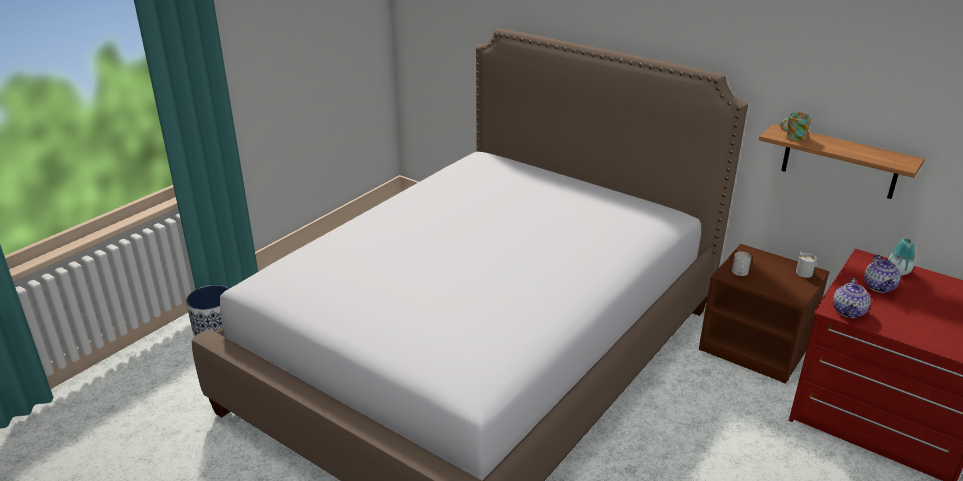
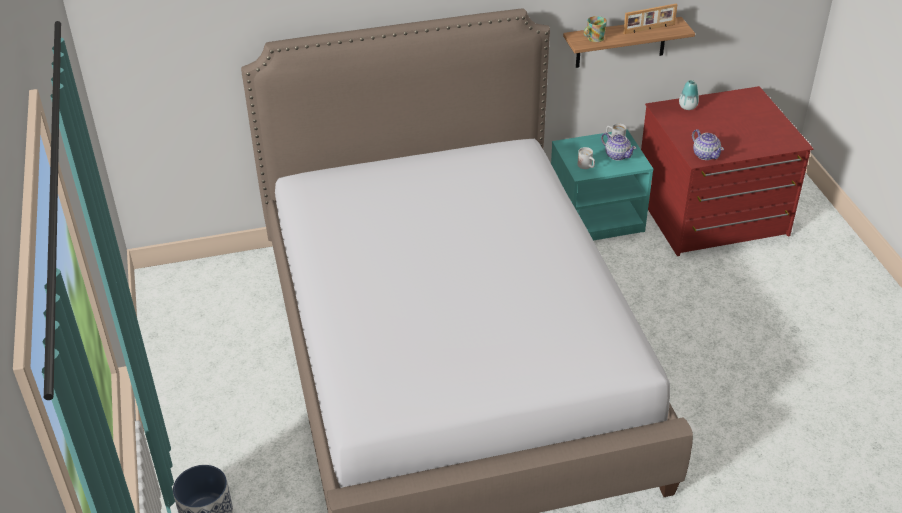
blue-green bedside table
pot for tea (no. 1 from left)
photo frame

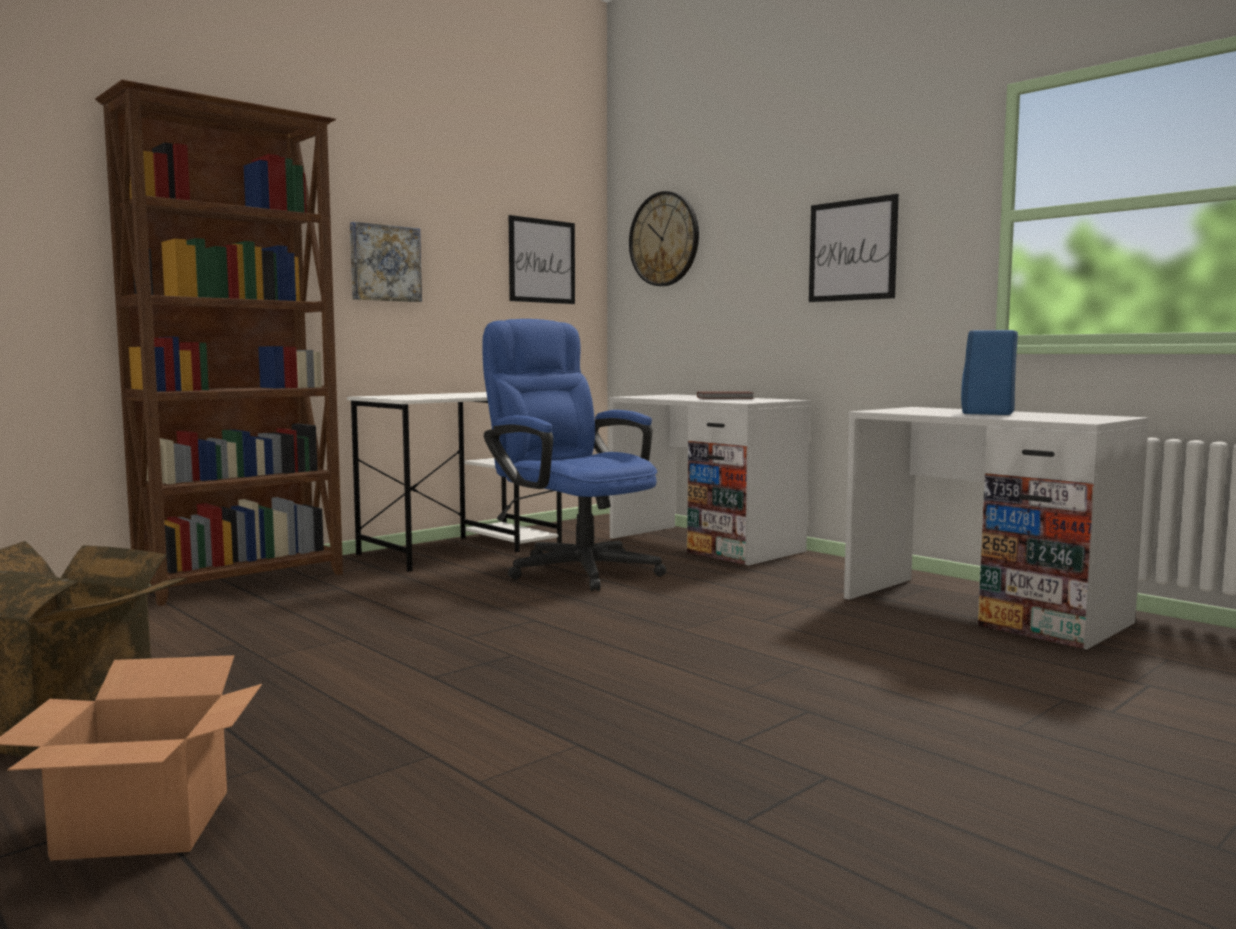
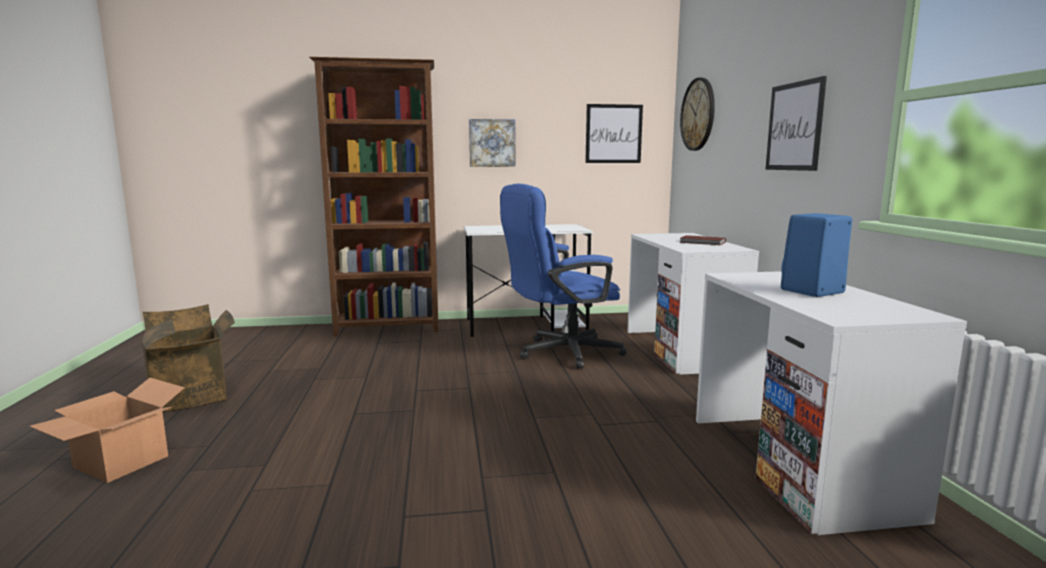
blue-coloured office chair

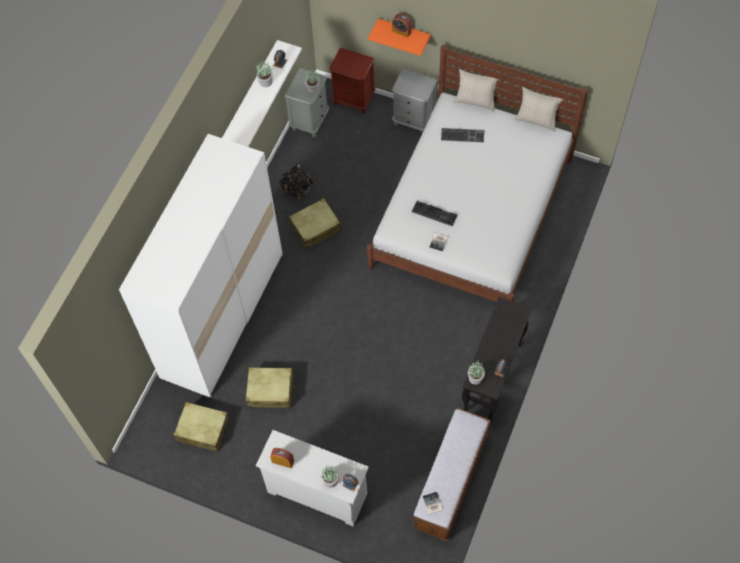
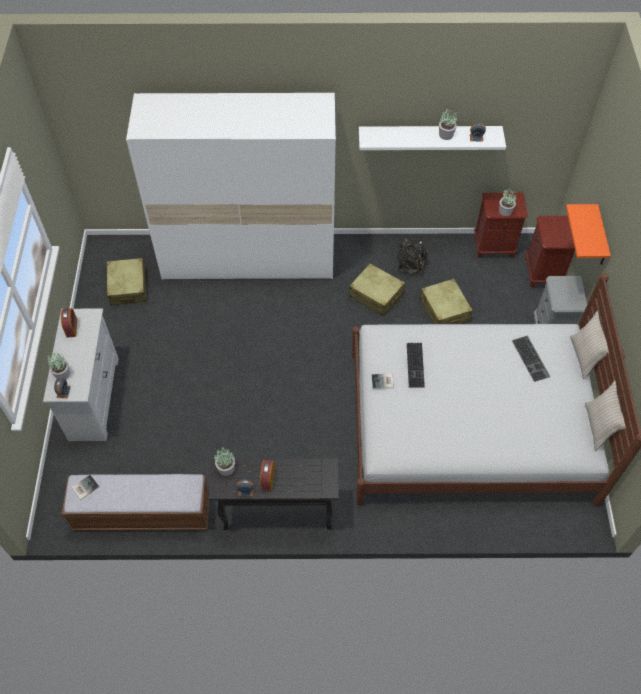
table clock (no. 4 from left)
beige-coloured travel case (no. 3 from left)
brownish bedside table (no. 1 from left)

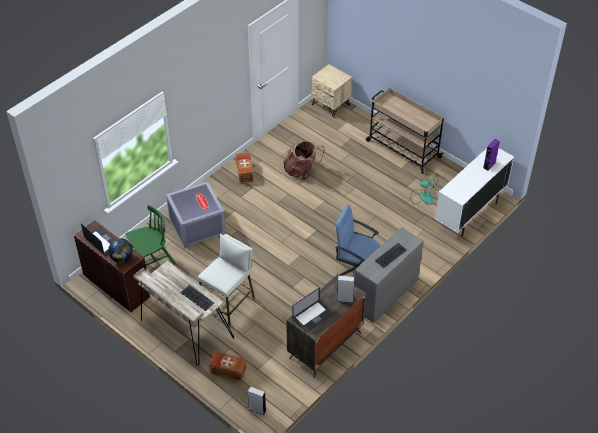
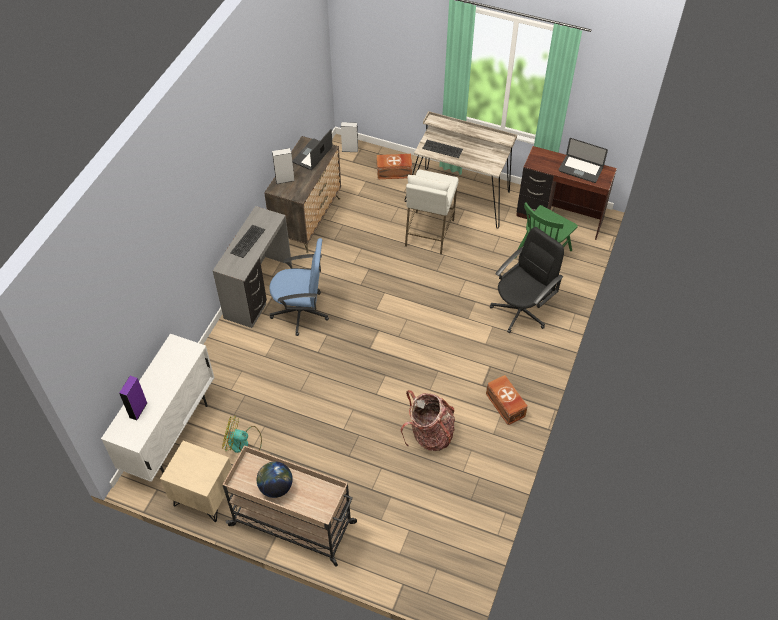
beige-coloured bedside table
globe
black-coloured office chair

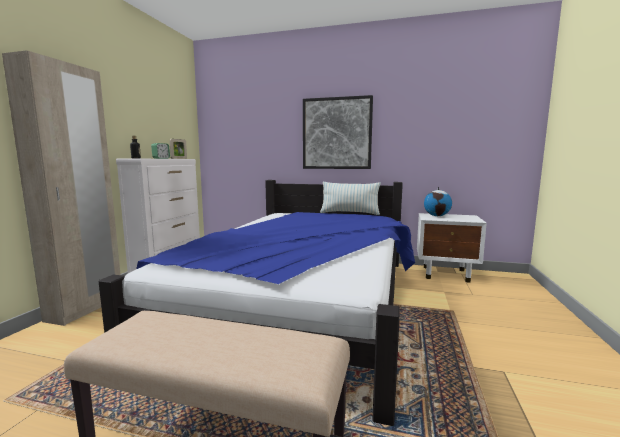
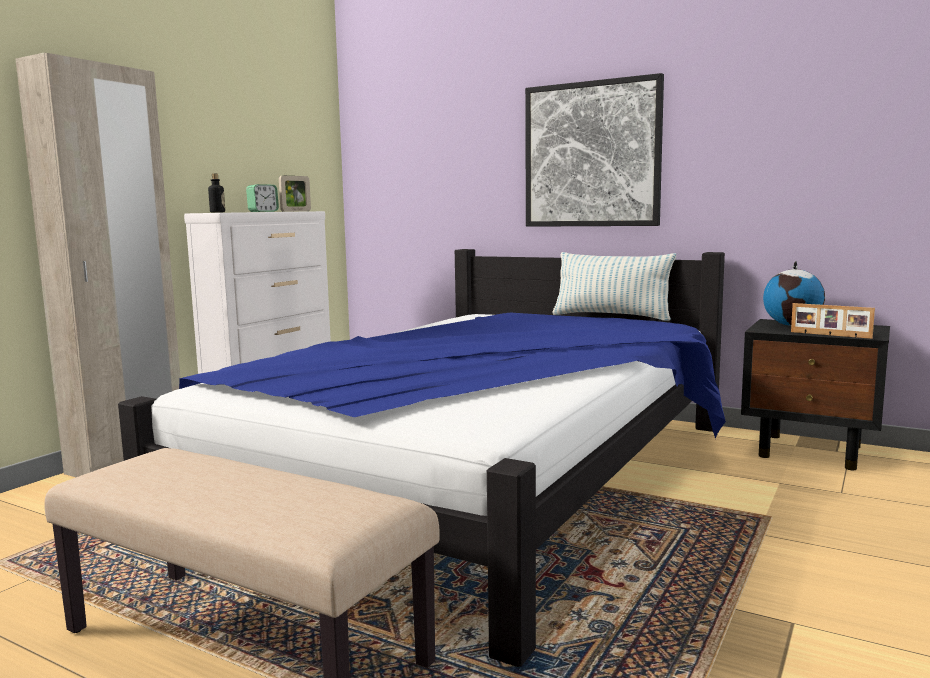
black-coloured bedside table
photo frame (no. 2 from left)

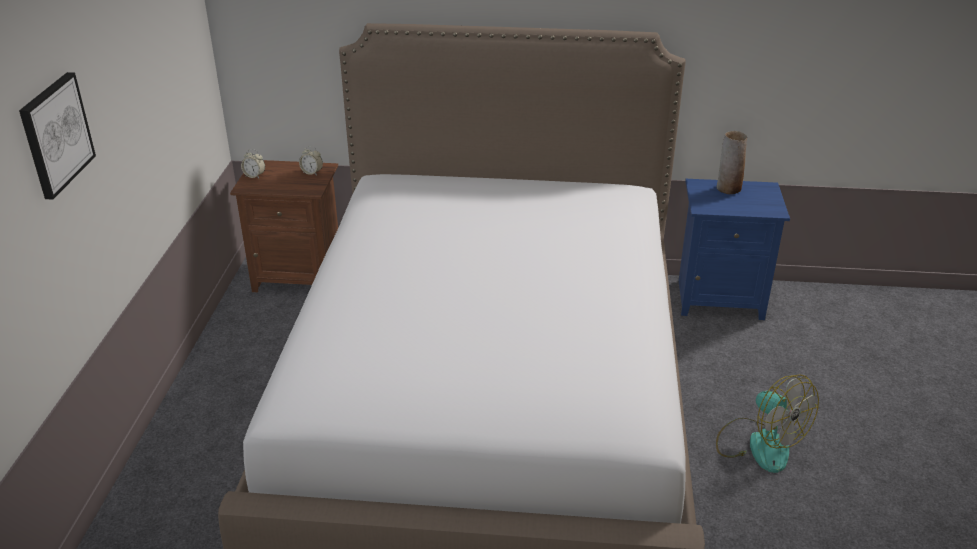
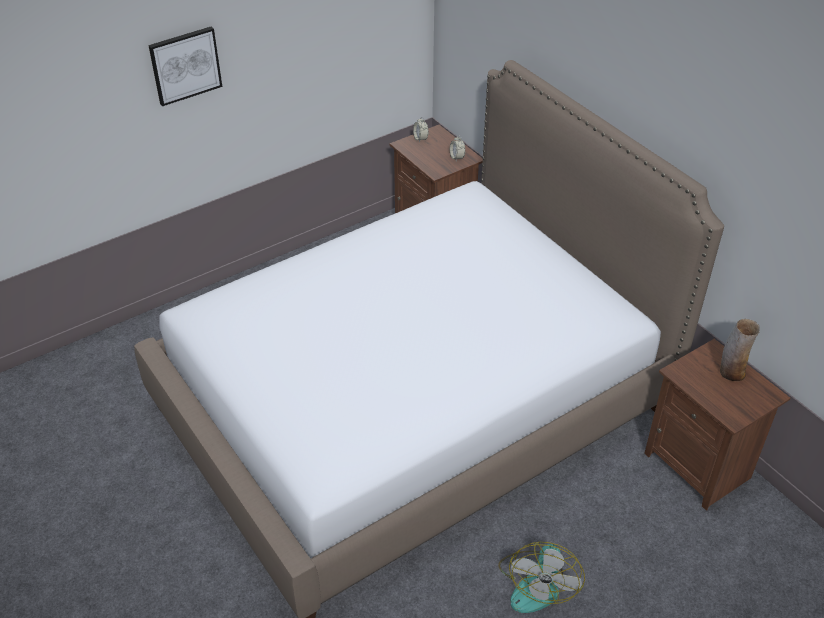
brownish bedside table (no. 2 from left)

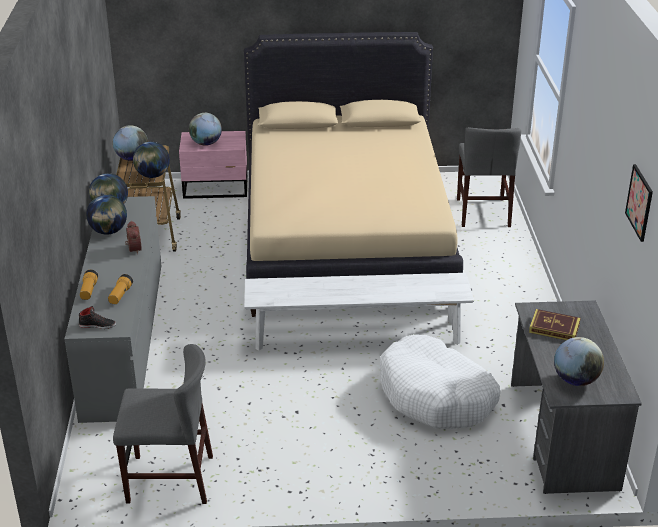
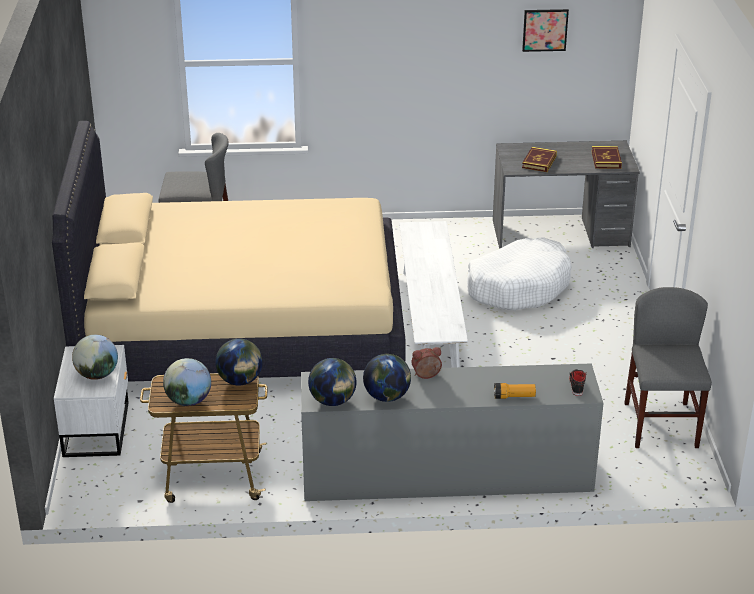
white-coloured bedside table
volume (no. 2 from left)
torch (no. 2 from left in the first image)

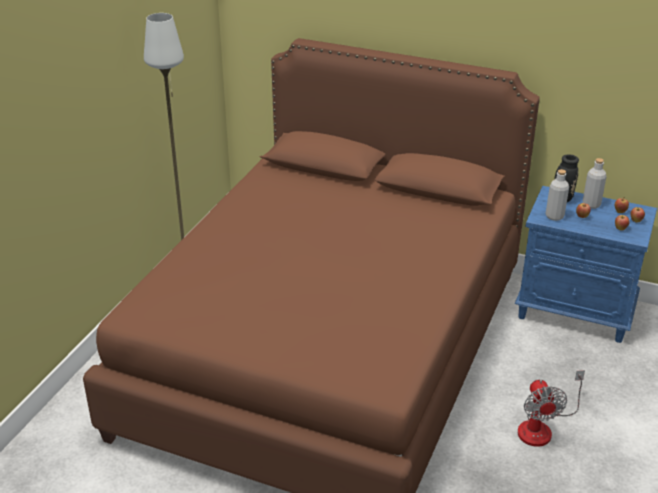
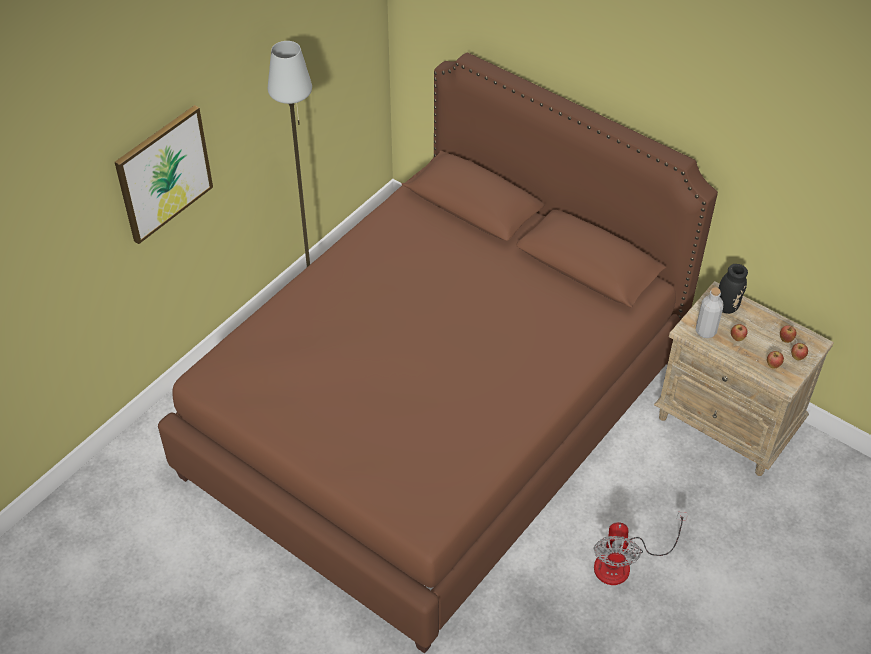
wall art
beige-coloured bedside table
greyish drink bottle (no. 2 from left in the first image)

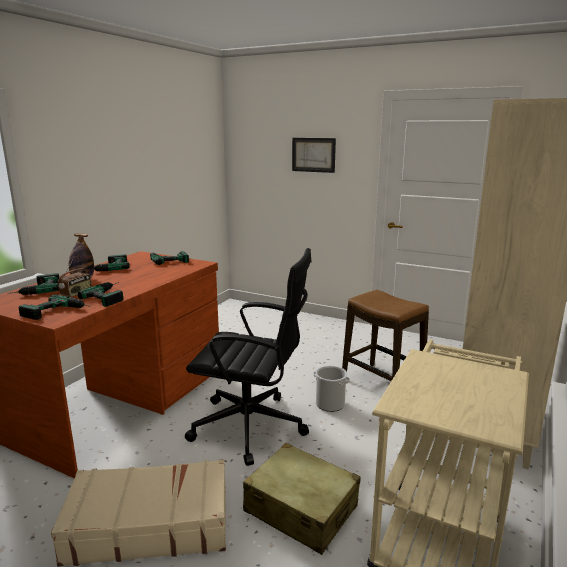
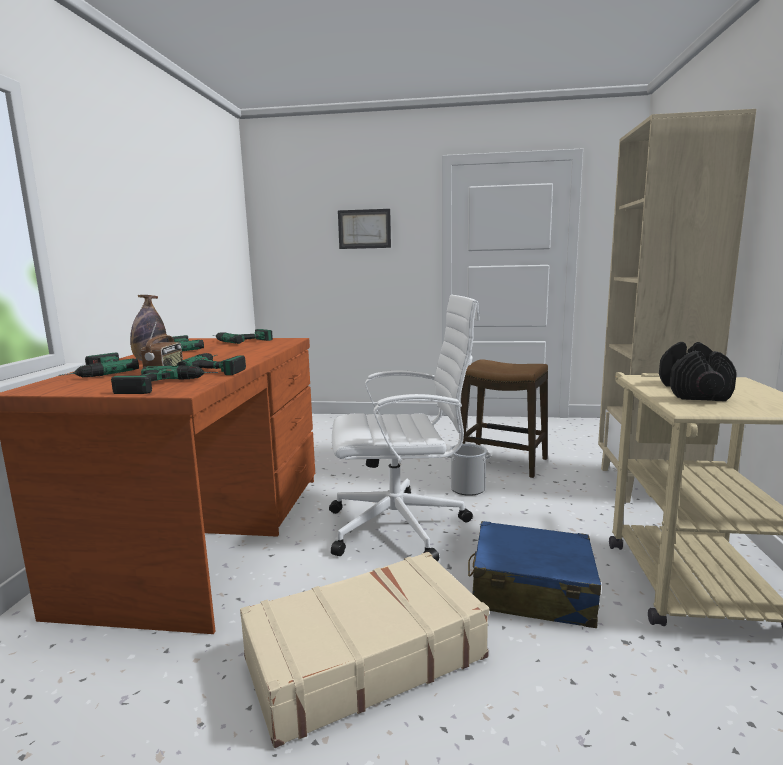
white-coloured office chair
blue-coloured travel case
black-coloured hand weight

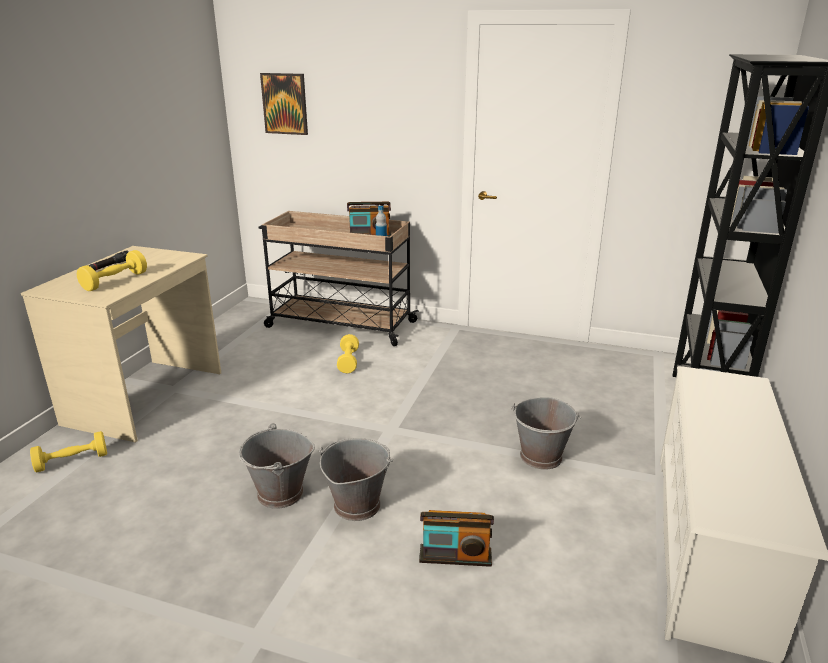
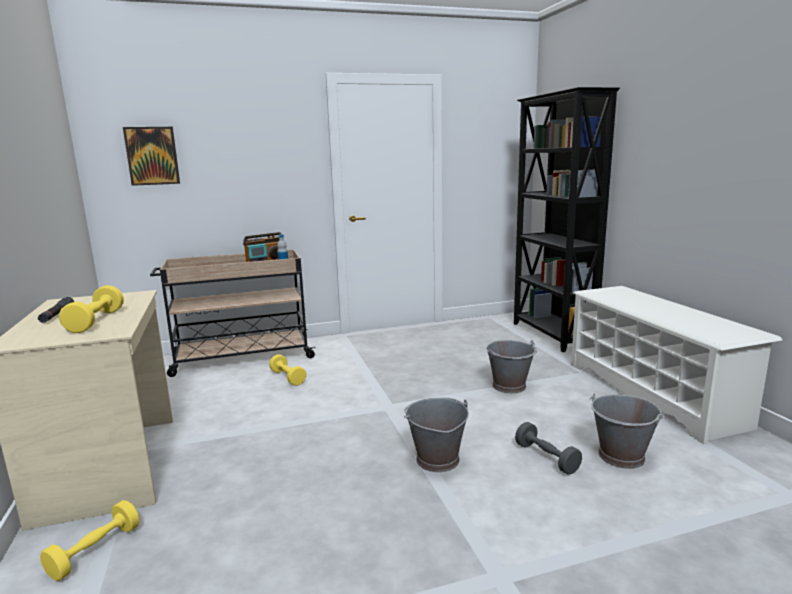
greyish hand weight
greyish water bucket (no. 3 from left)

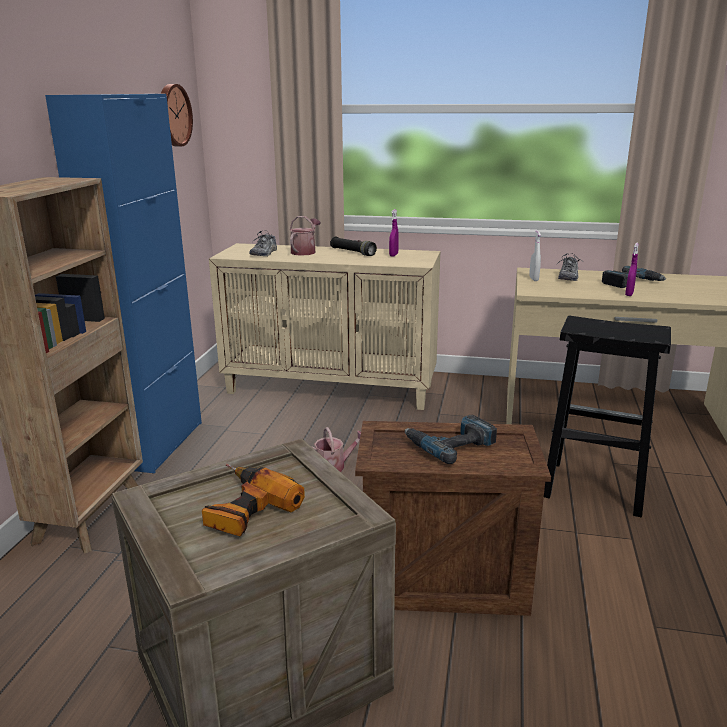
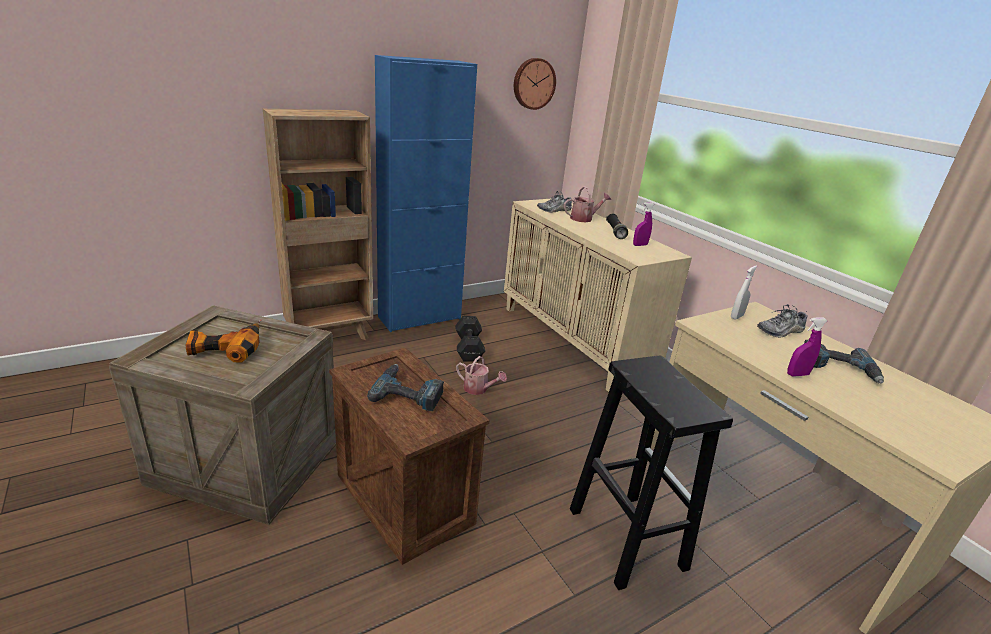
black-coloured hand weight

